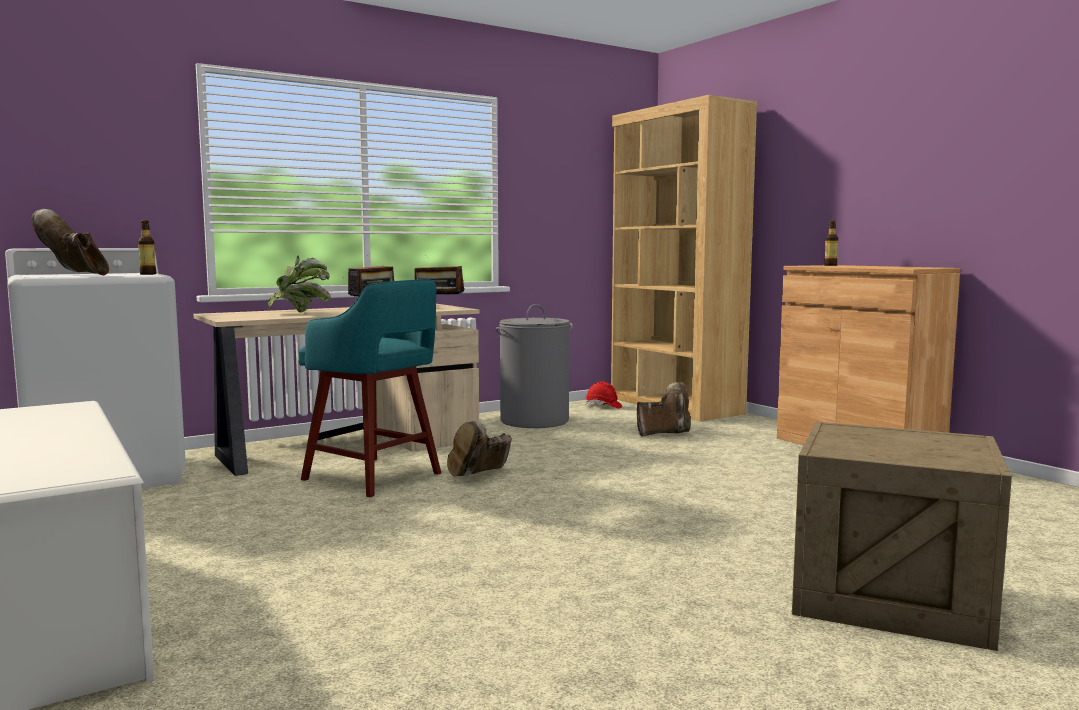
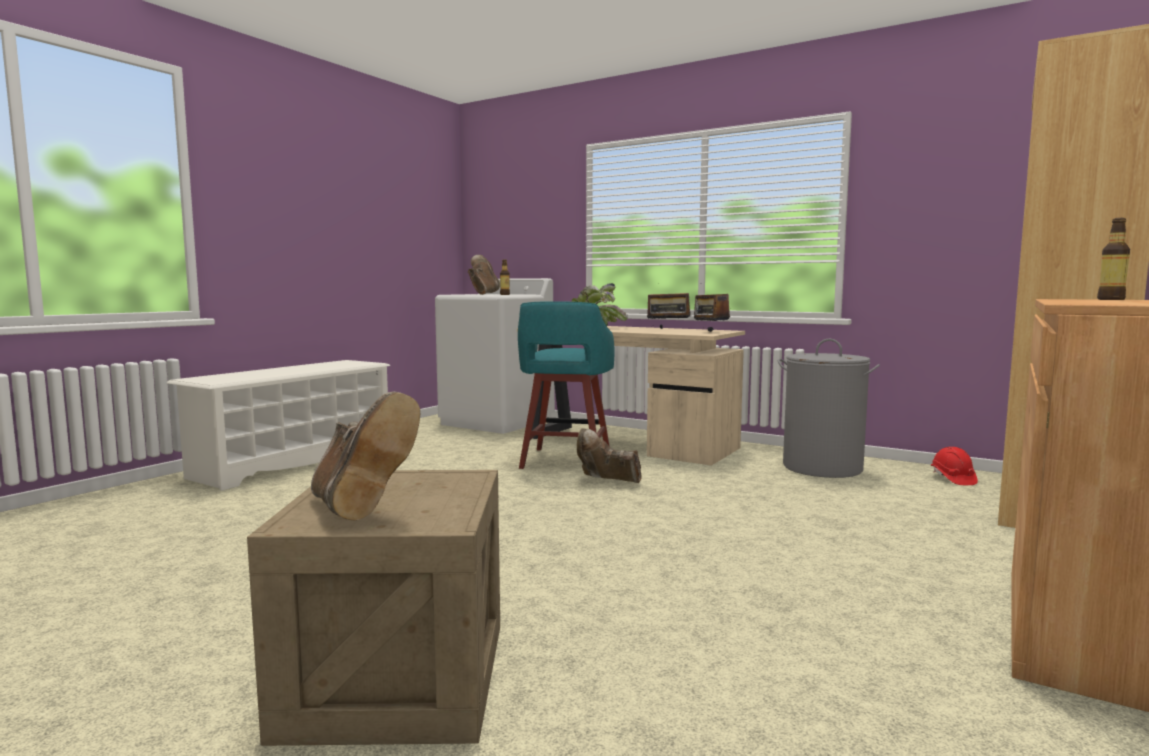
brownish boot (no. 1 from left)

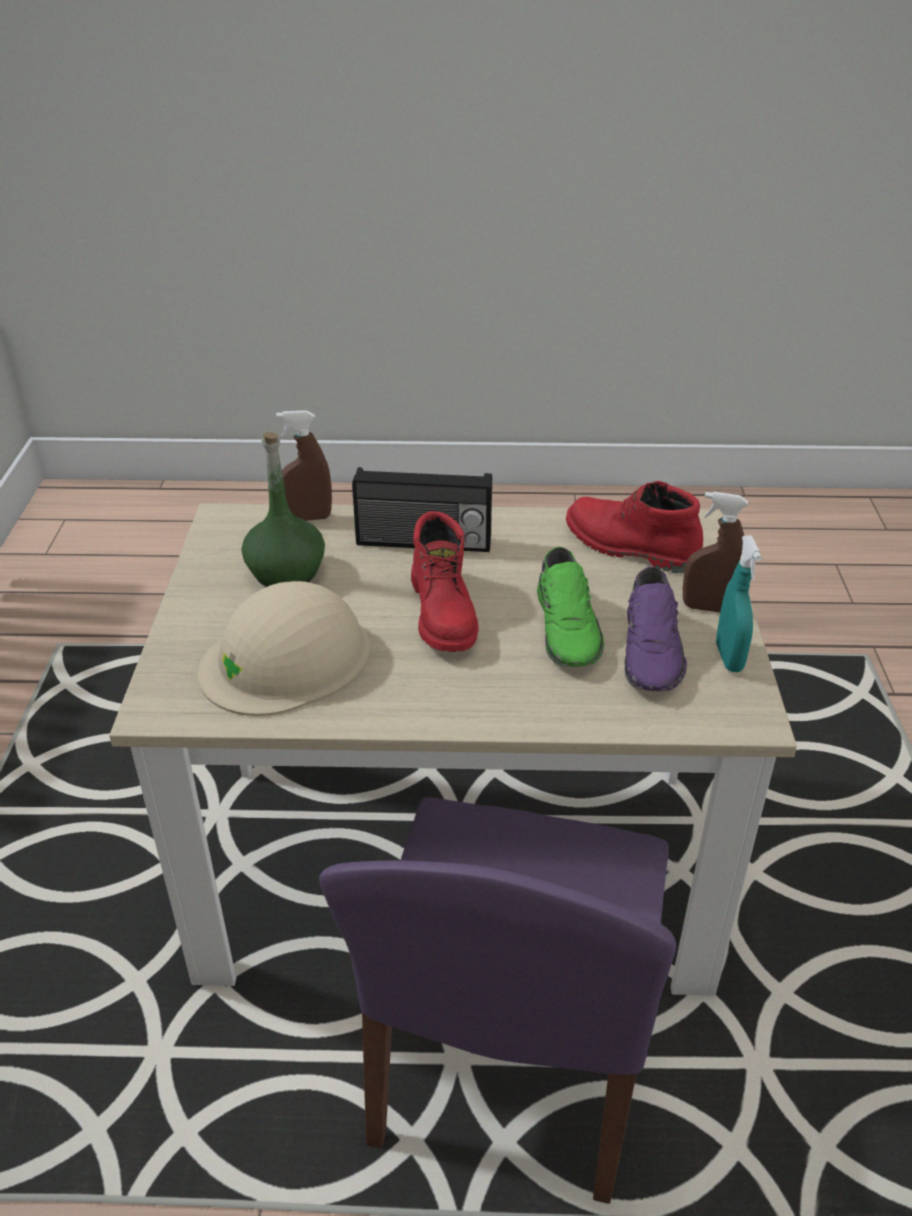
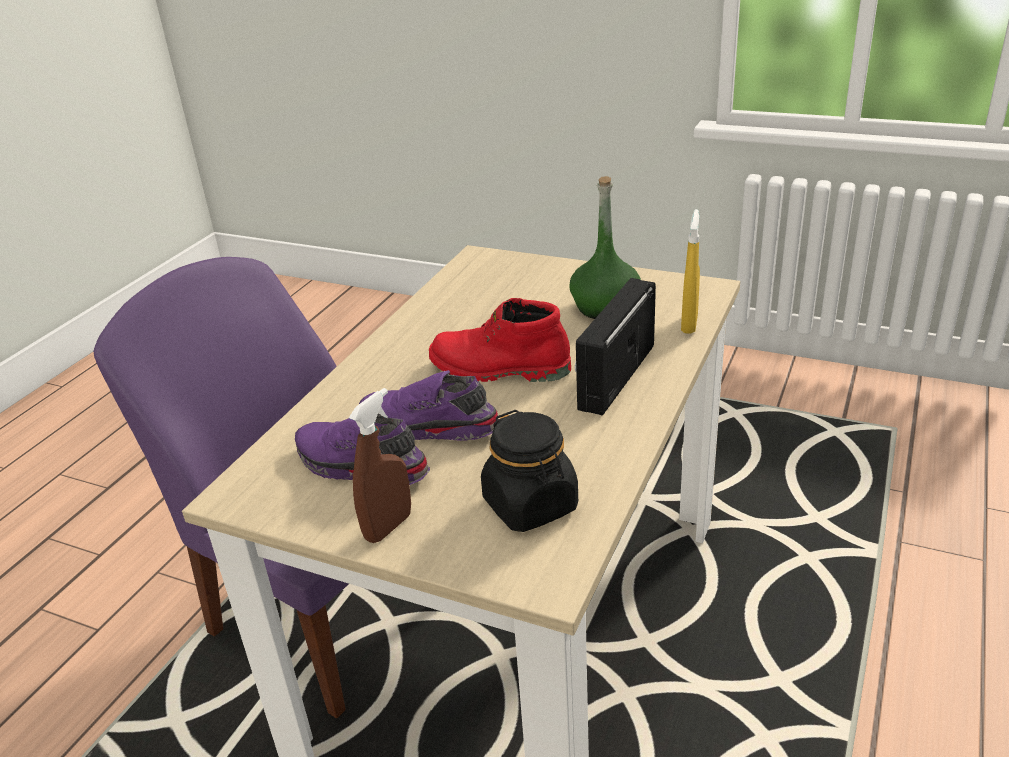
purple item of footwear (no. 2 from left)
black-coloured storage jar
yellow-coloured sprayer
beige-coloured work helmet
blue-green sprayer

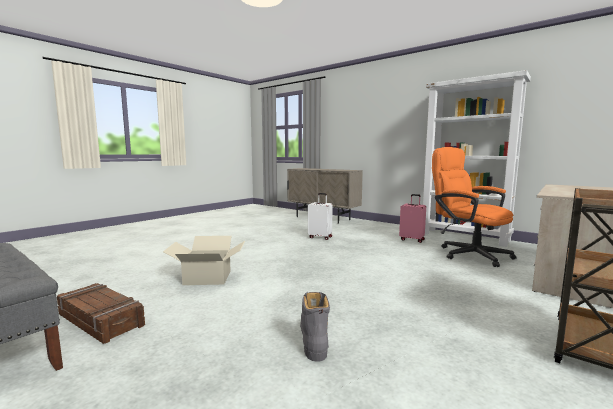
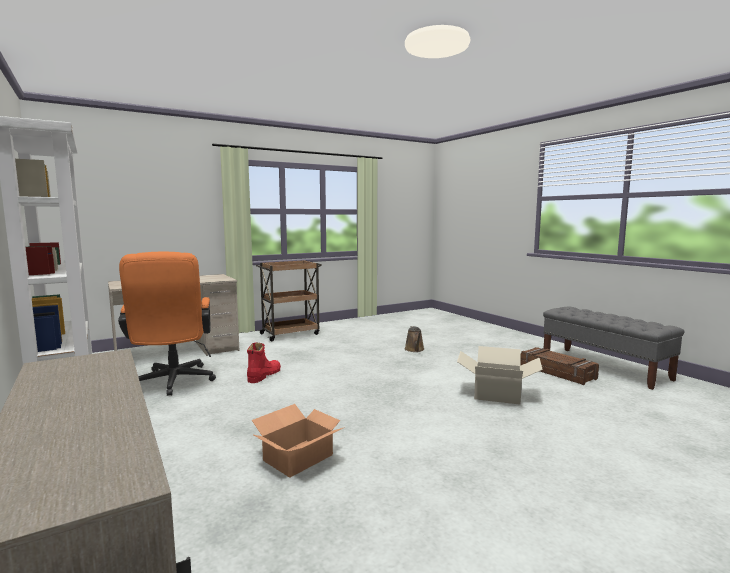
red boot
carton (no. 1 from left)
brownish watering pot
pinkish travel case

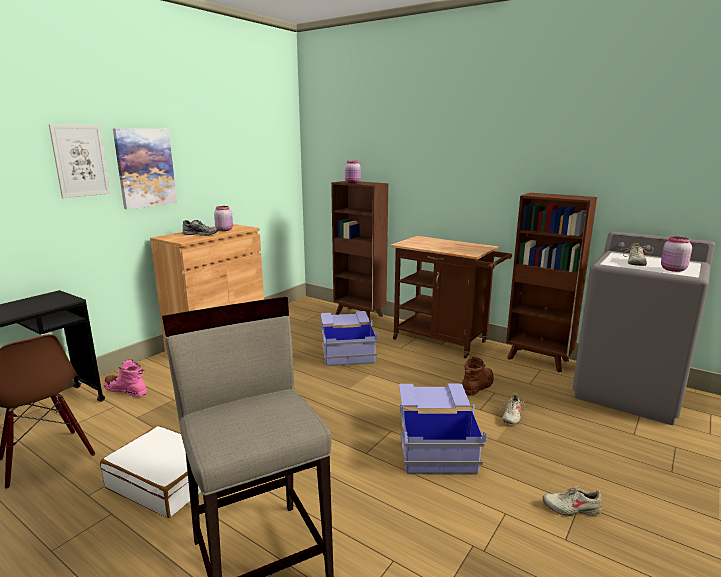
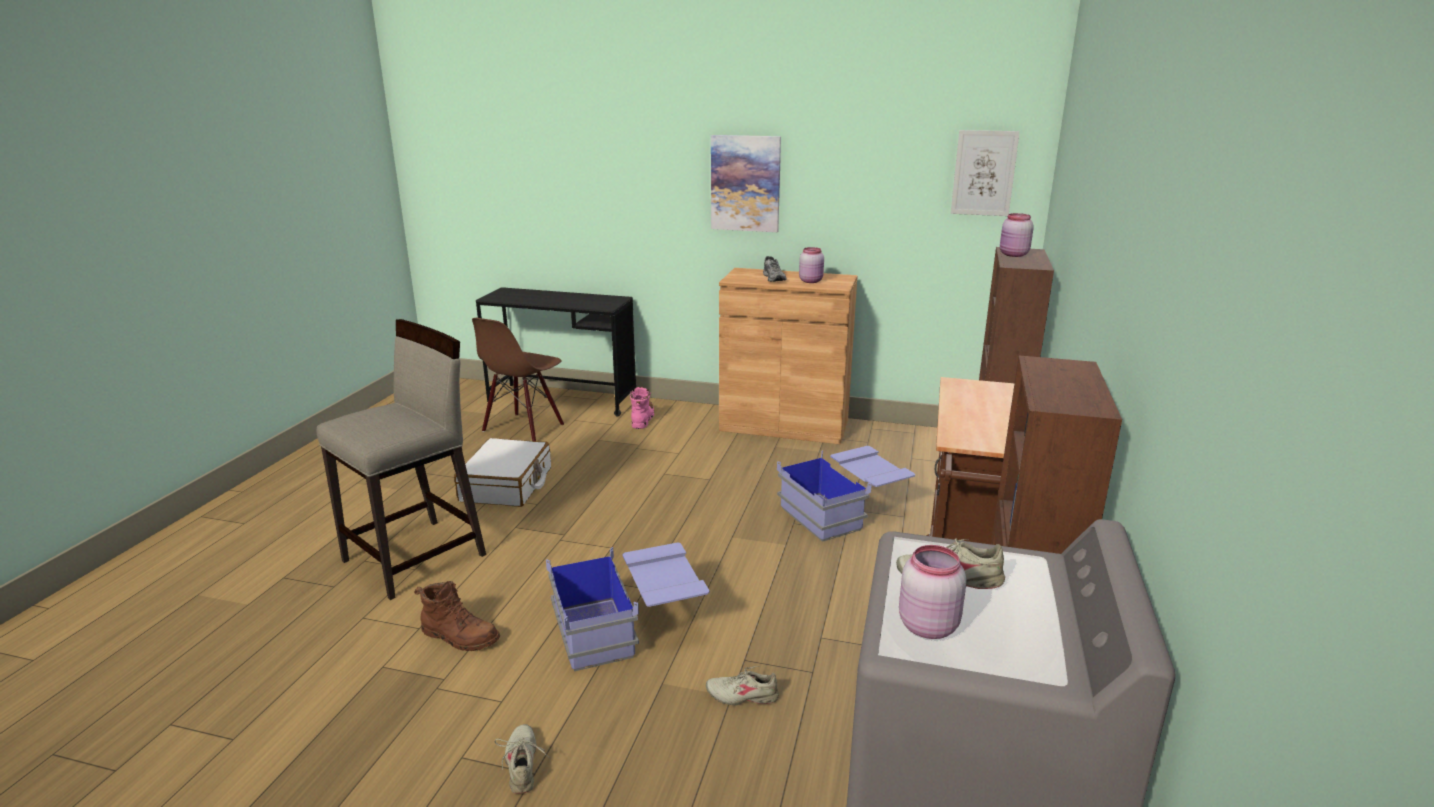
brownish boot
wall art (no. 2 from left)

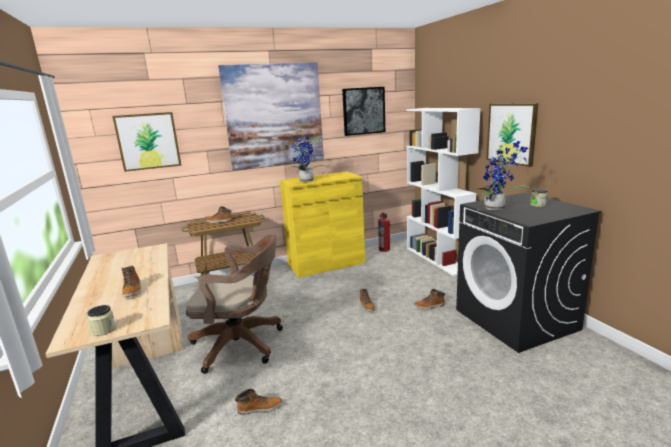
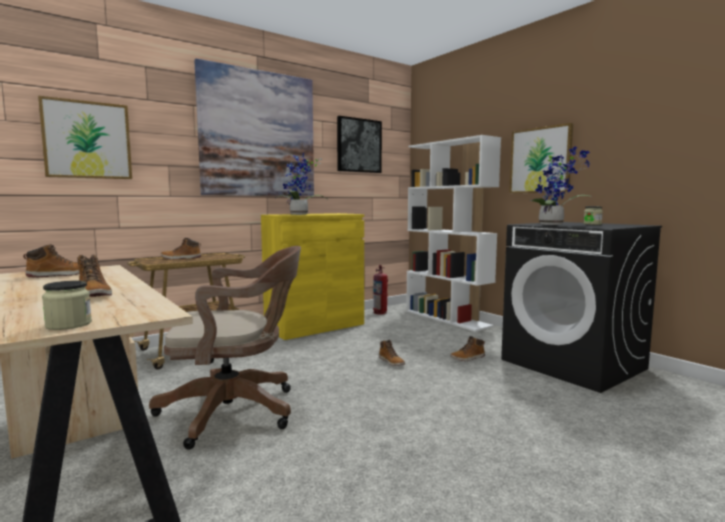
boot (no. 1 from left)

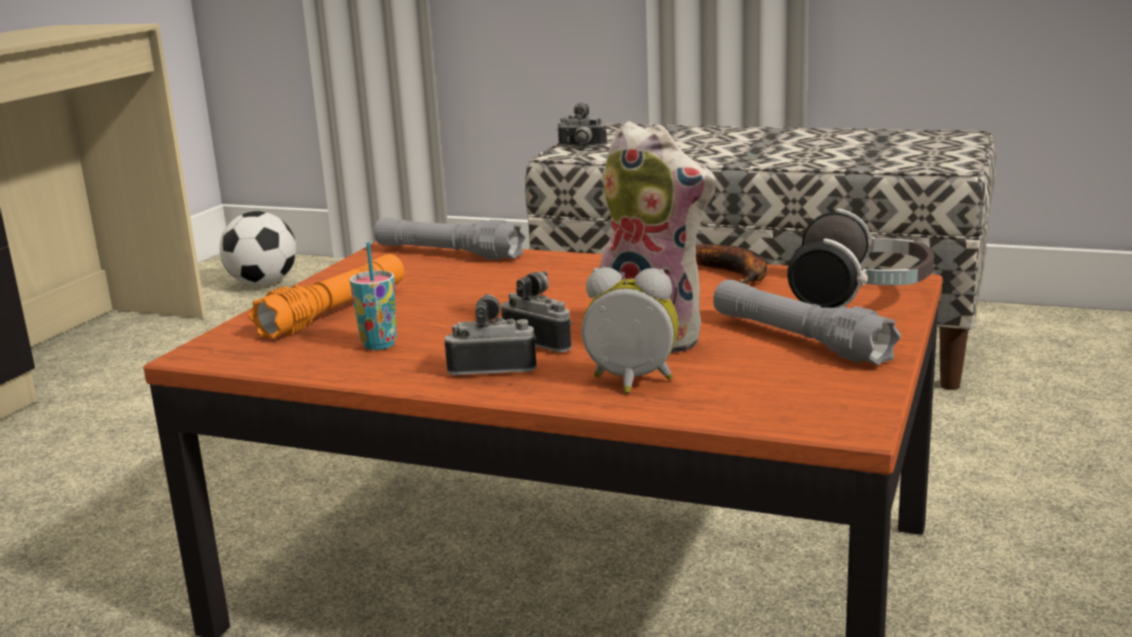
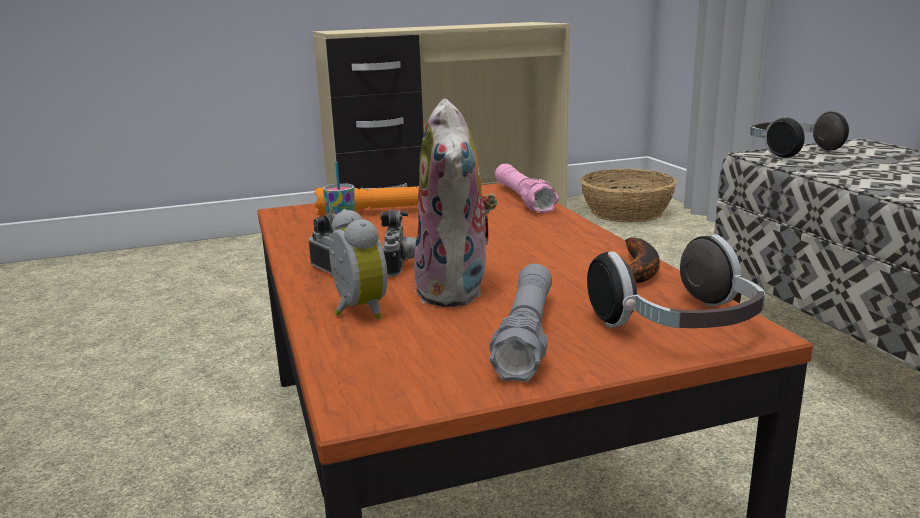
pinkish torch
storage basket
headset (no. 2 from left)

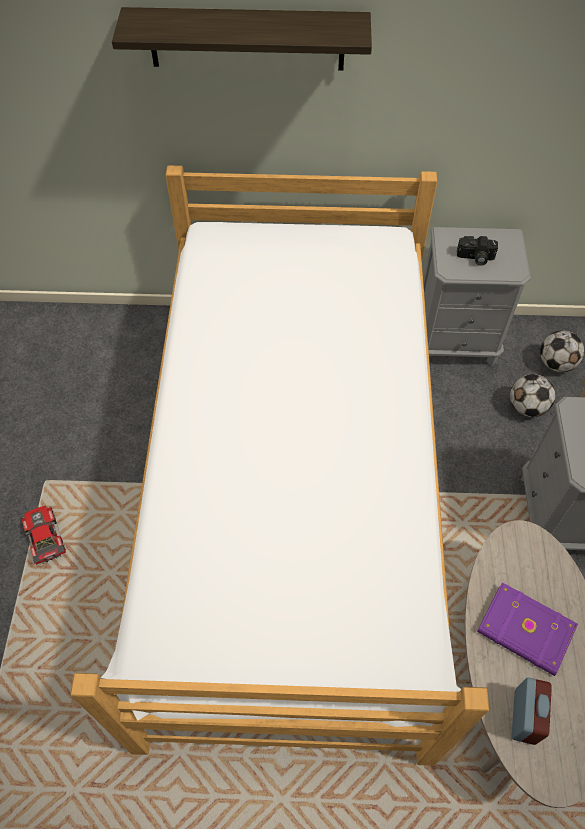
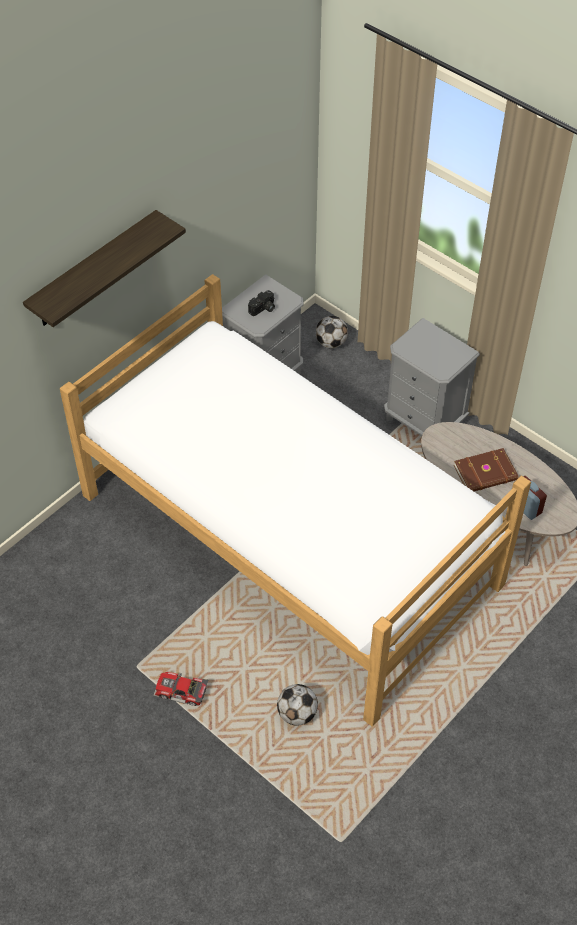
ball for football (no. 1 from left)
brownish volume

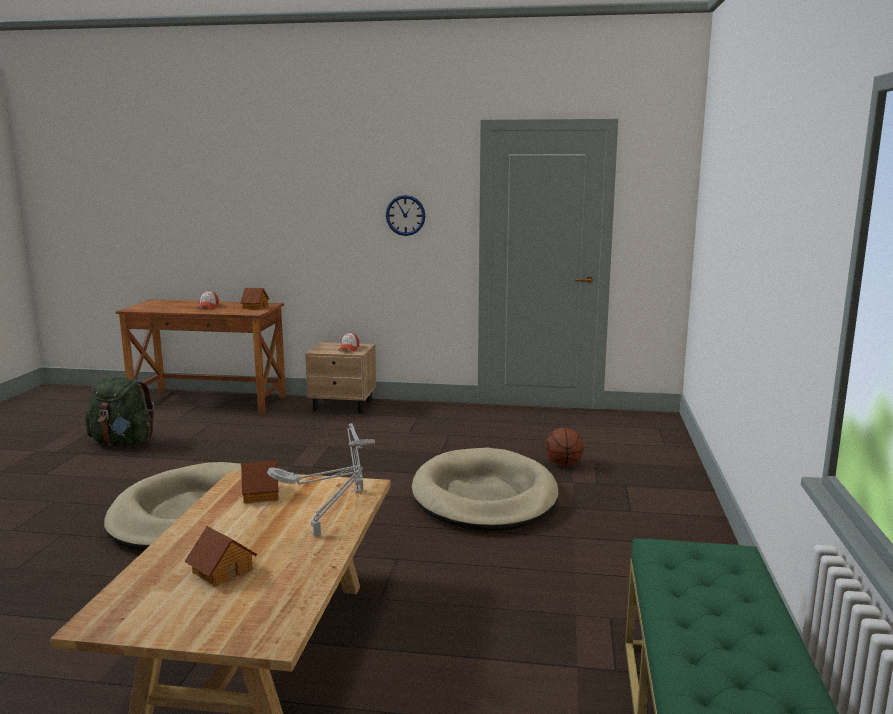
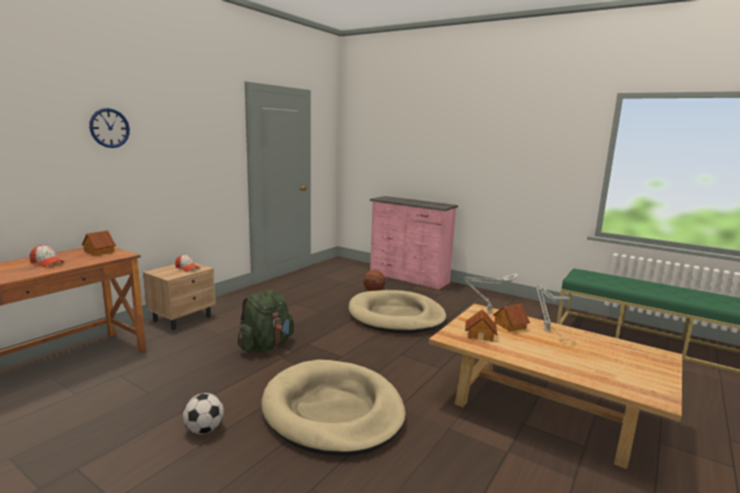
clock on the wall
ball for football
green rucksack
pinkish chest of drawers
miniature house (no. 3 from left)

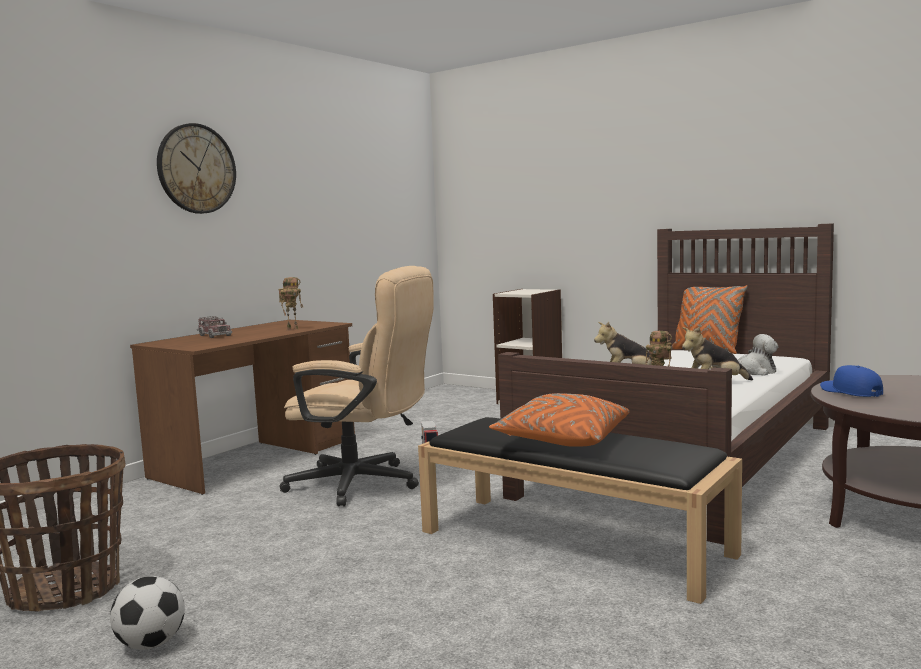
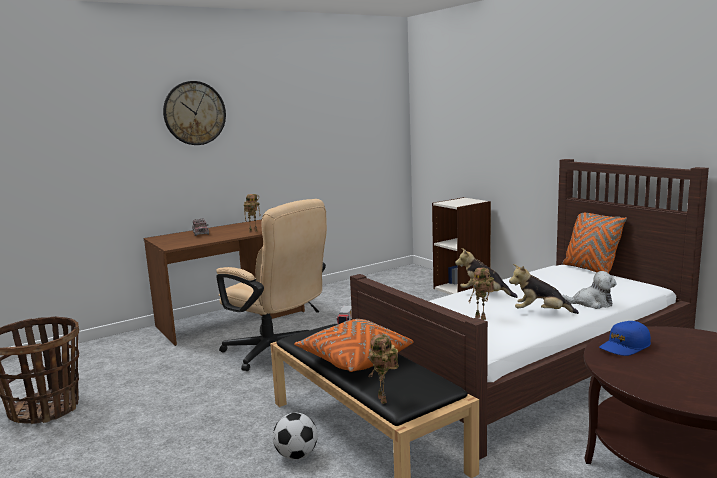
ball for football
robot figure (no. 2 from left)
blue-coloured cap

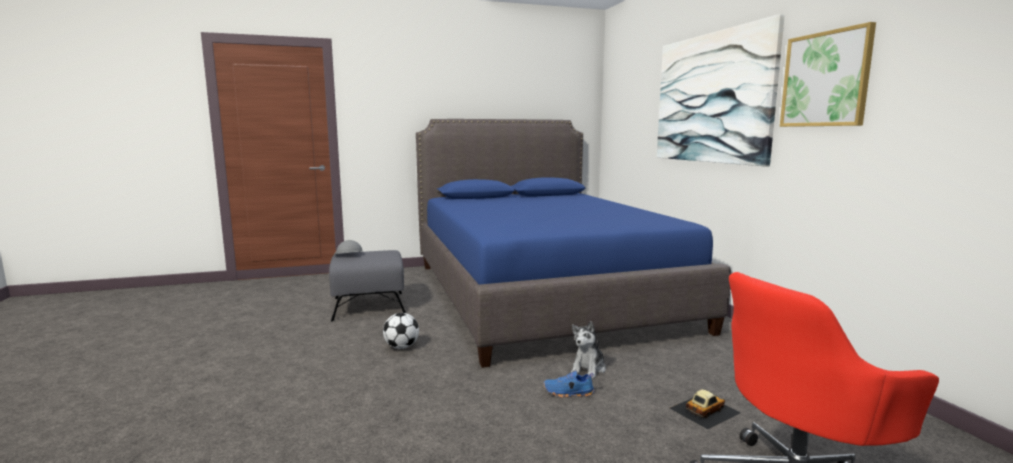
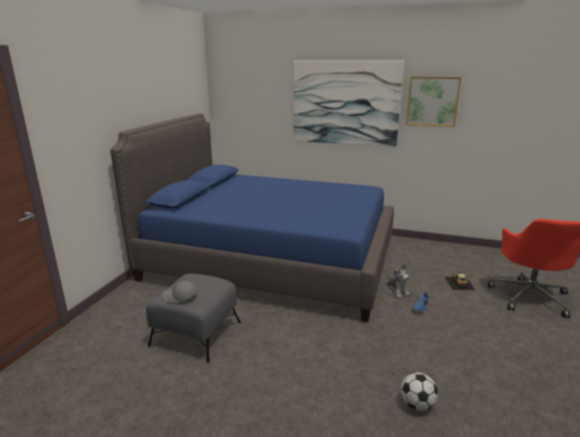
ball for football

